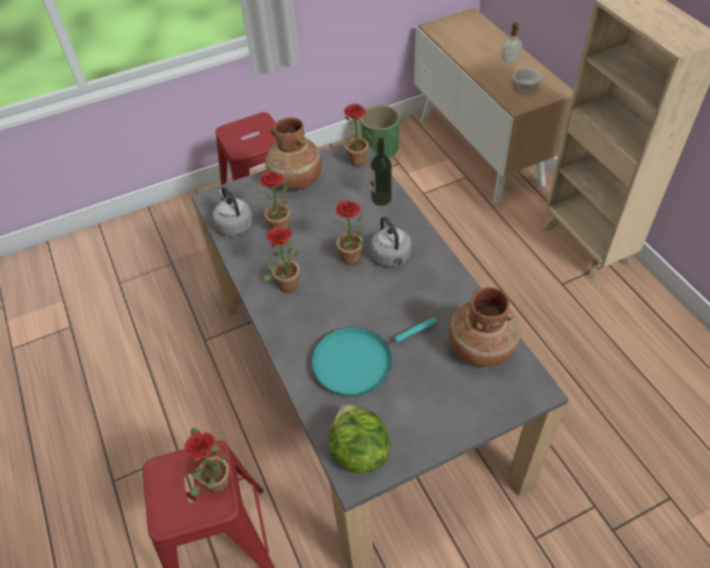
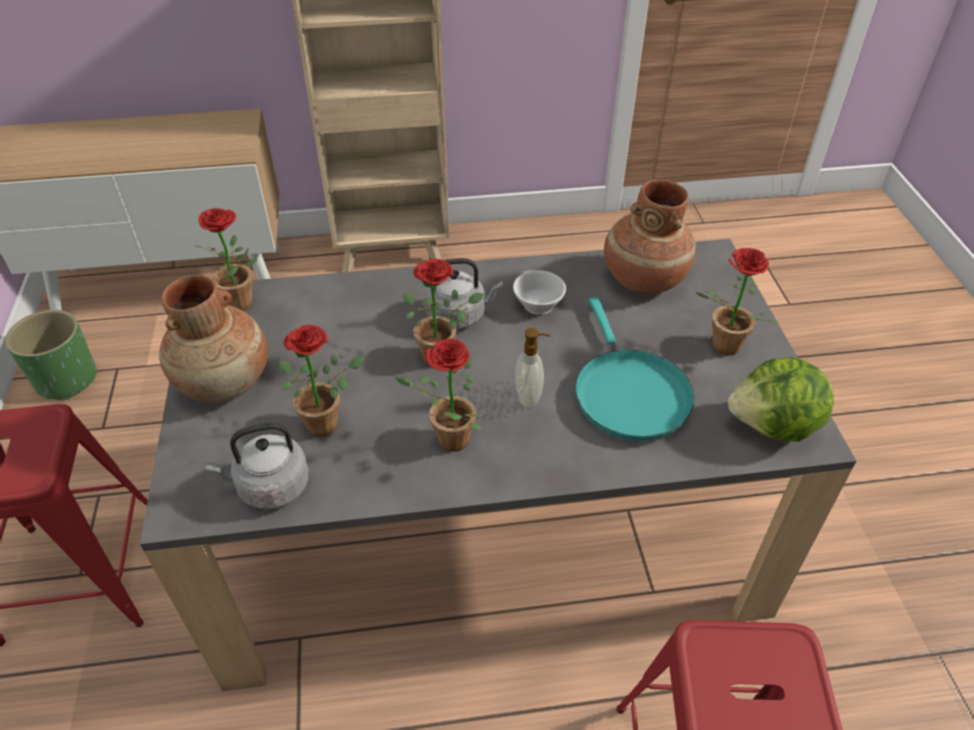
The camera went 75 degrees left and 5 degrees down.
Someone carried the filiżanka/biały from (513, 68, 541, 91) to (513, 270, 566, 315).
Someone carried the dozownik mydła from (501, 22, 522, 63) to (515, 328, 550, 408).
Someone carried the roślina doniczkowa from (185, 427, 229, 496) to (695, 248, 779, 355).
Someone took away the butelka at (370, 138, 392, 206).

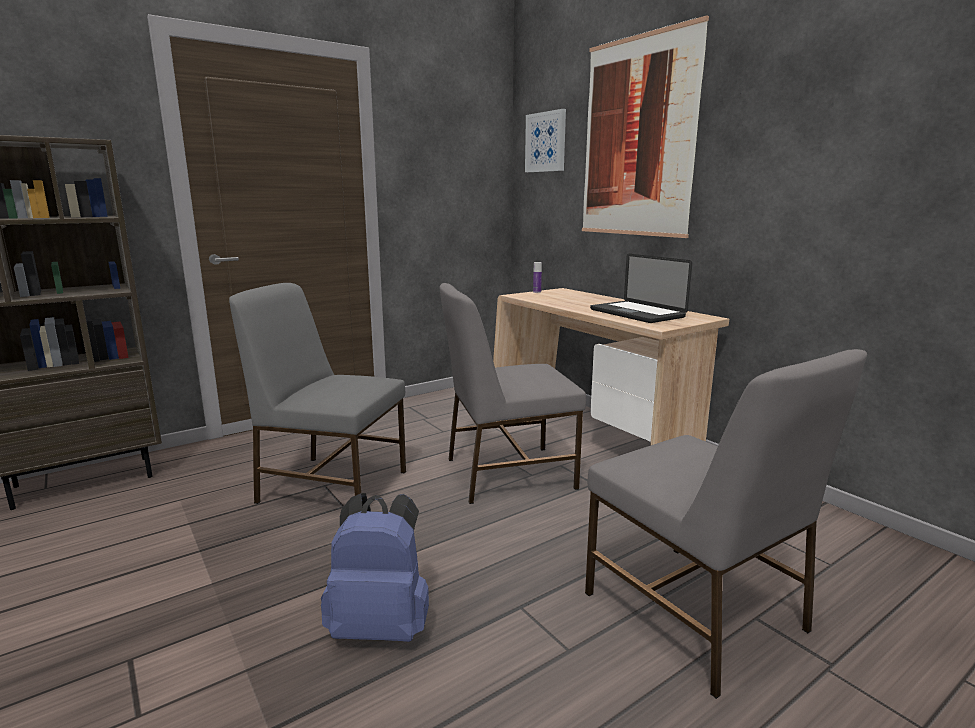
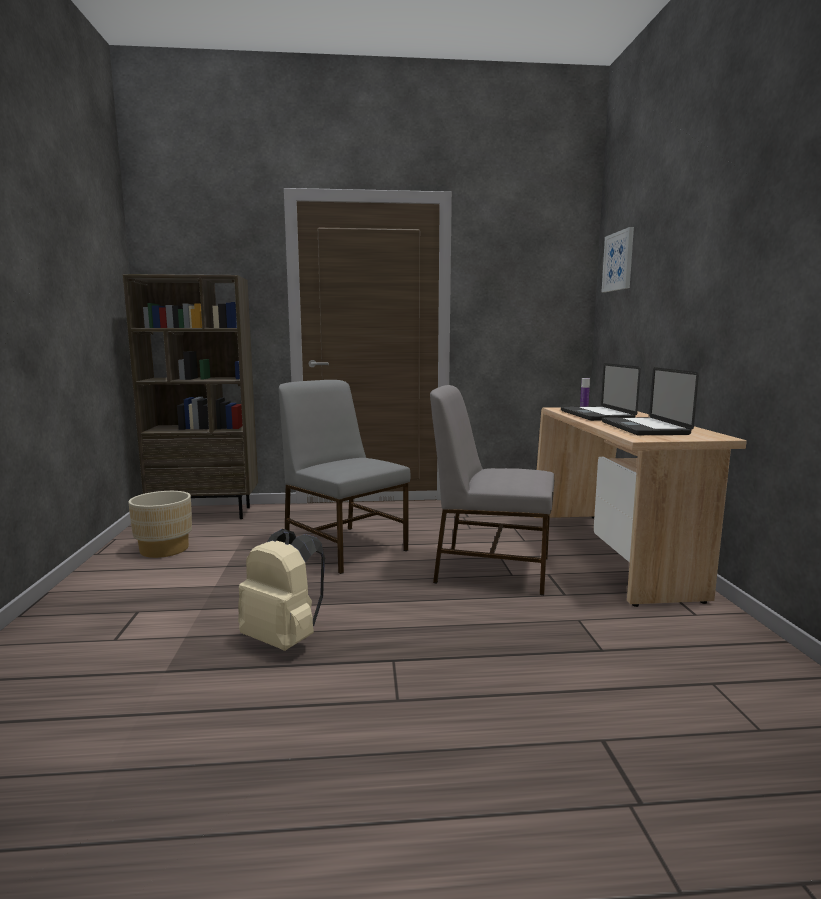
The camera went 30 degrees right and 5 degrees down.
Someone put down the donica/beżowy at (128, 491, 192, 558).
Someone repainted the plecak/niebieski at (321, 493, 429, 642), which became the plecak/beżowy at (238, 529, 325, 651).
Someone put down the laptop at (561, 363, 641, 421).
Someone took away the obraz at (582, 15, 709, 238).
Someone took away the krzesło/szary at (585, 349, 867, 699).

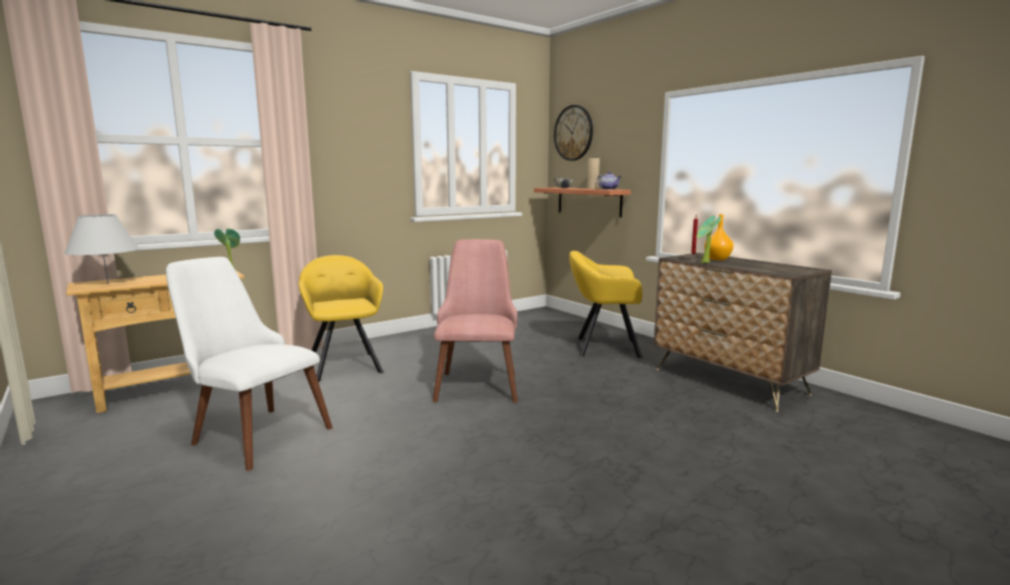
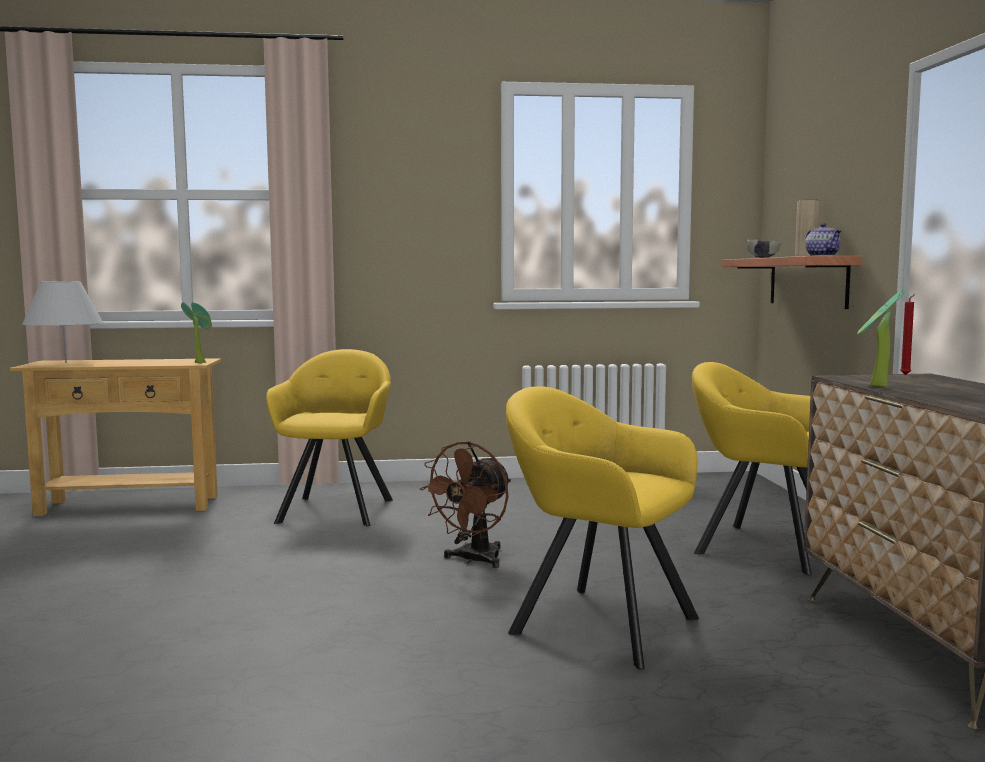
The camera went 30 degrees right and 5 degrees down.
Someone swapped the krzesło/różowy at (433, 239, 518, 403) for the wentylator/brązowy at (420, 441, 511, 568).
Someone put down the fotel/żółty at (506, 386, 699, 670).
Someone took away the krzesło/biały at (166, 257, 333, 471).
Someone took away the zegar ścienny at (554, 105, 593, 161).
Someone took away the wazon/pomarańczowy at (704, 214, 734, 260).

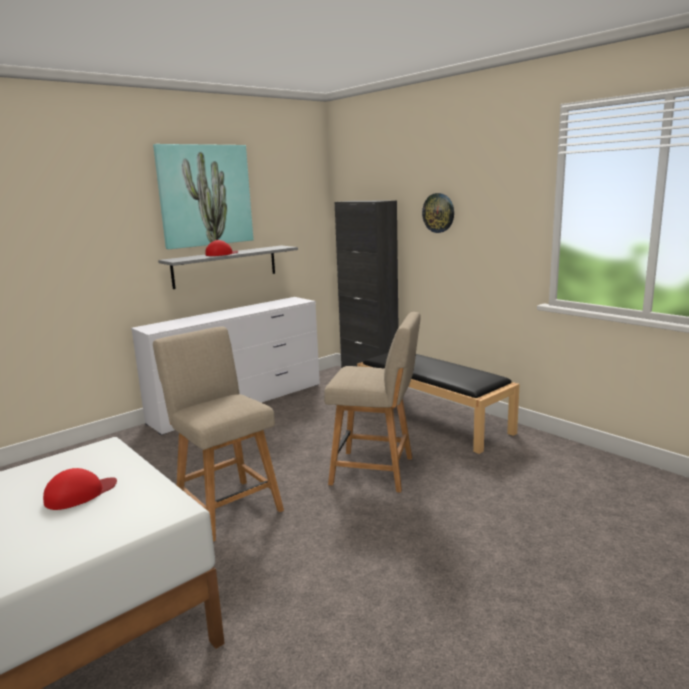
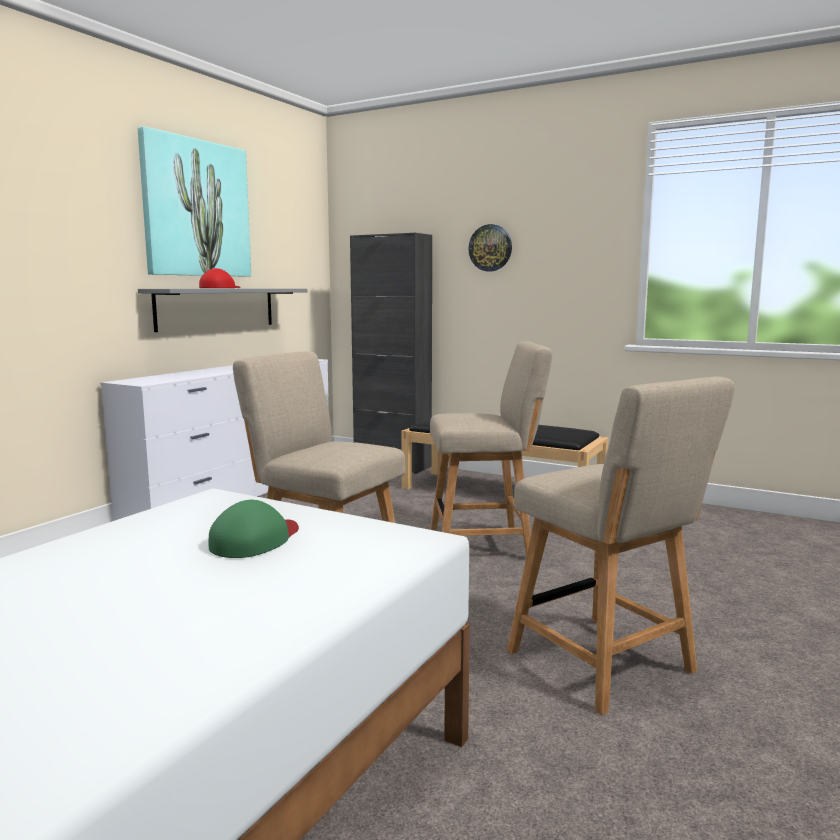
The camera went 20 degrees left and 5 degrees down.
Someone repainted the czapka z daszkiem/czerwony at (43, 468, 117, 510), which became the czapka z daszkiem/zielony at (209, 500, 299, 558).
Someone put down the krzesło/beżowy at (507, 377, 735, 715).

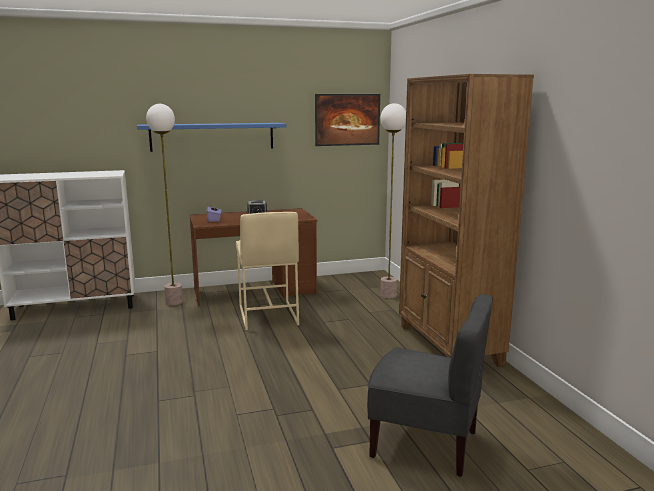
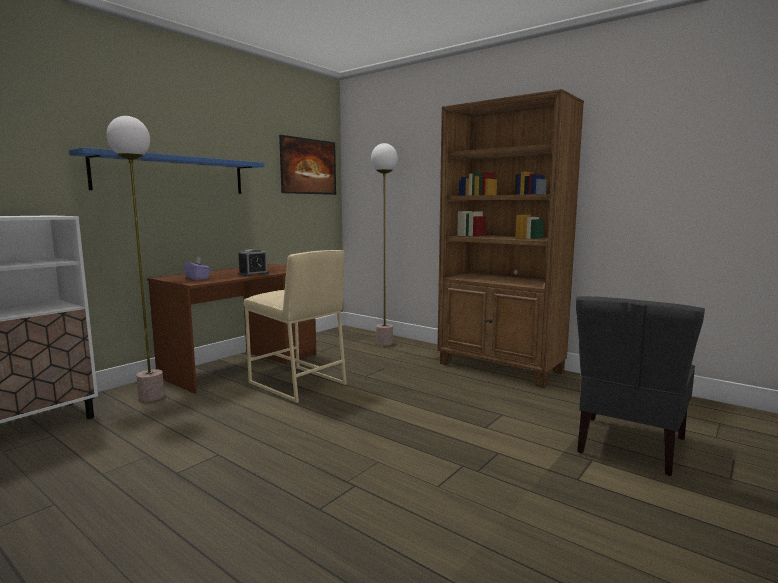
The camera went 35 degrees left and 5 degrees down.
Someone rotated the krzesło/szary at (367, 294, 493, 477) by 135 degrees clockwise.

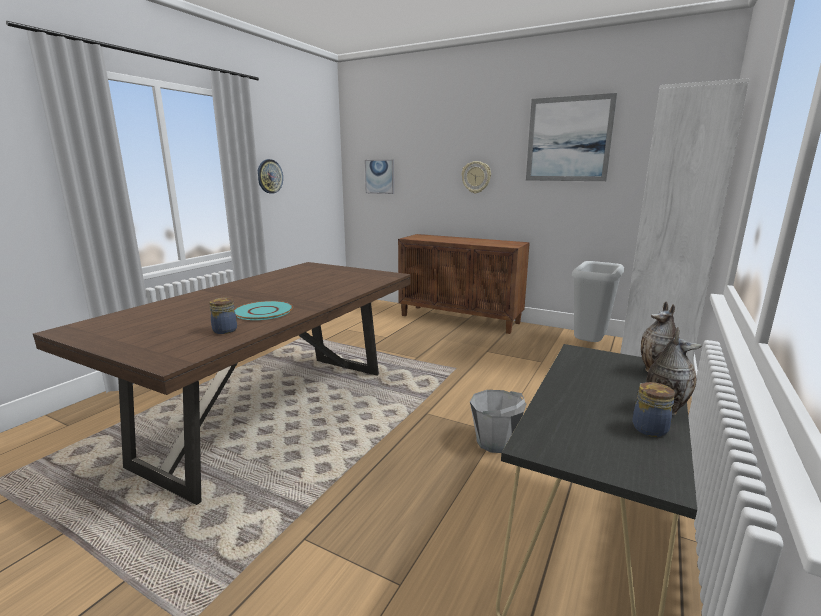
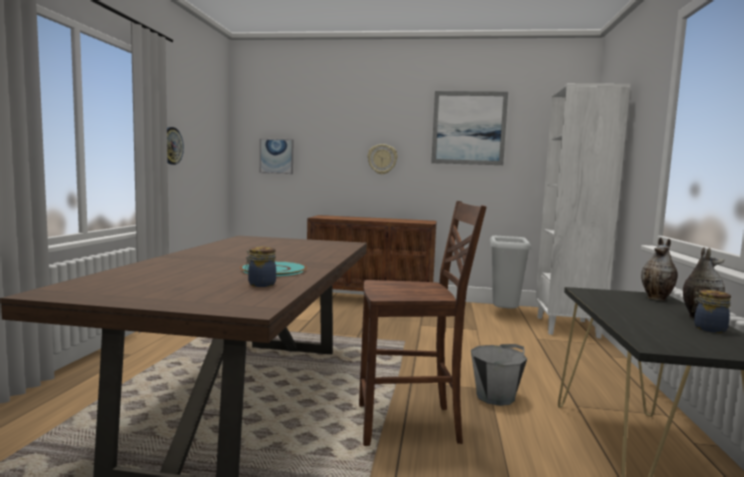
The camera went 20 degrees left and 10 degrees down.
Someone put down the krzesło/brązowy at (359, 201, 486, 446).

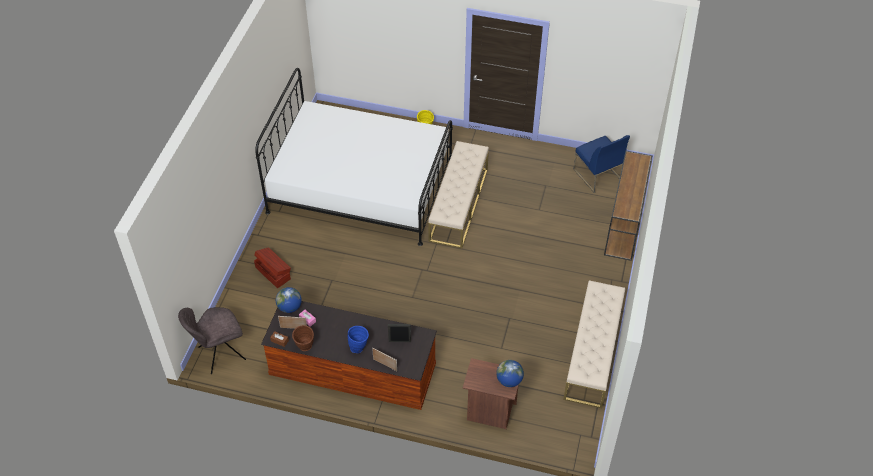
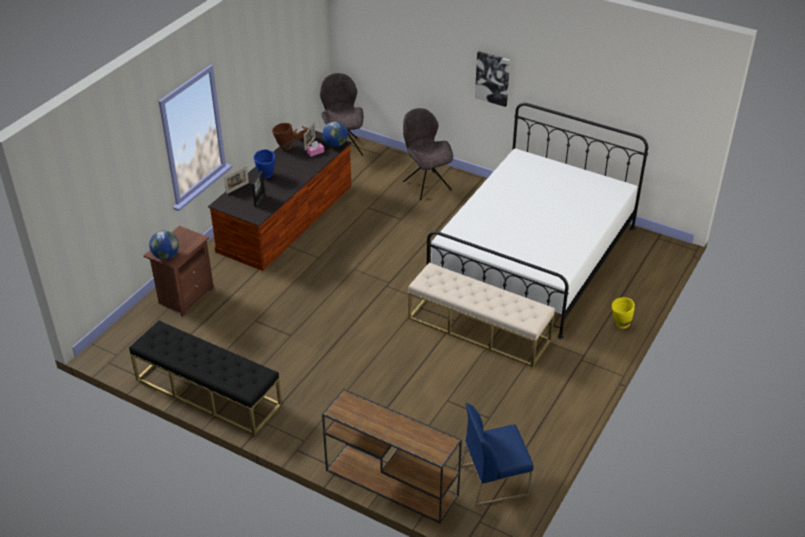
The camera went 105 degrees right and 10 degrees down.
Someone repainted the ławka/beżowy at (563, 280, 625, 408), which became the ławka/czarny at (129, 321, 282, 436).
Someone swapped the pojemnik do przechowywania/brązowy at (254, 247, 291, 288) for the krzesło/szary at (403, 108, 453, 200).
Someone put up the obraz at (475, 51, 510, 107).

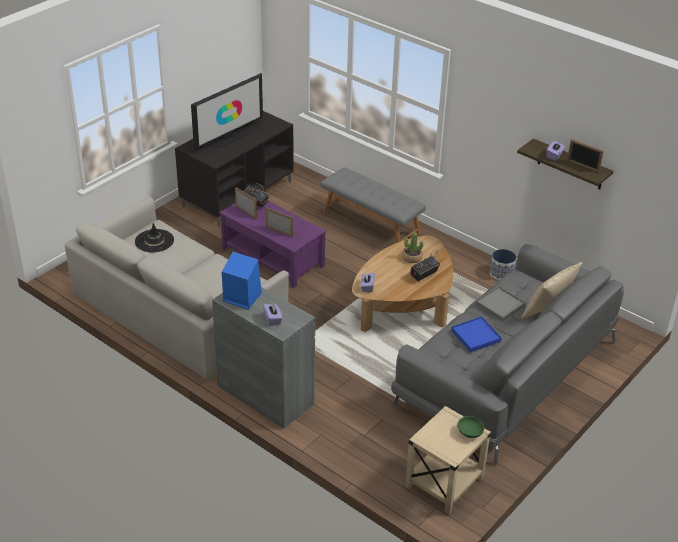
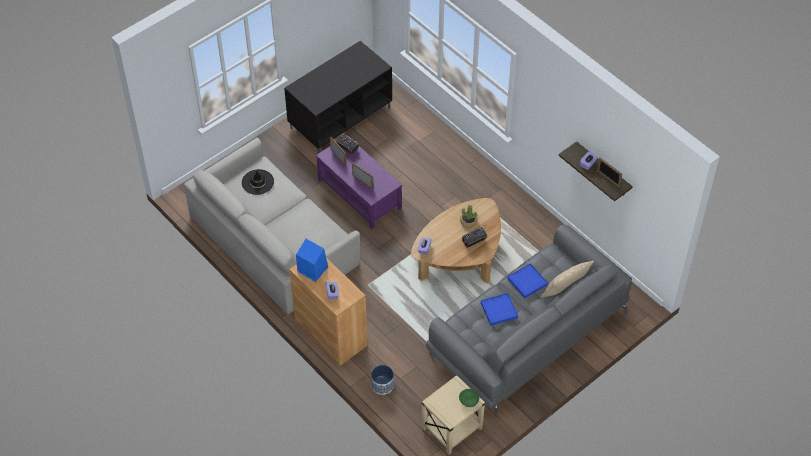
The camera went 10 degrees right and 15 degrees up.
Someone repainted the szafka/szary at (212, 287, 315, 428), which became the szafka/brązowy at (289, 258, 367, 366).
Someone carried the donica from (490, 249, 517, 280) to (371, 365, 394, 395).
Someone repainted the taca/szary at (476, 286, 525, 322), which became the taca/niebieski at (507, 263, 548, 298).
Someone took away the telewizor at (191, 73, 263, 150).
Someone took away the ławka/szary at (321, 167, 426, 243).

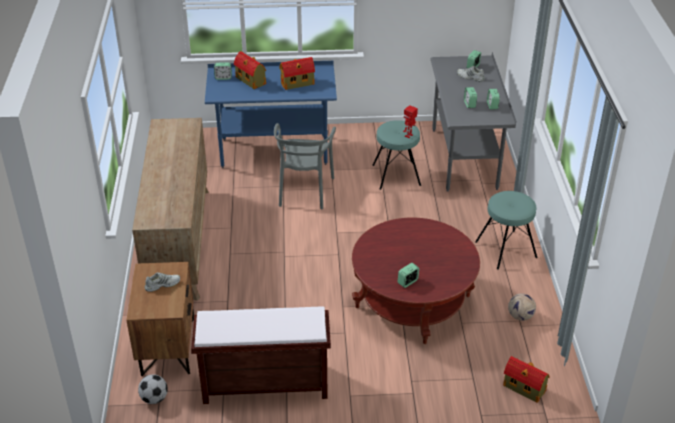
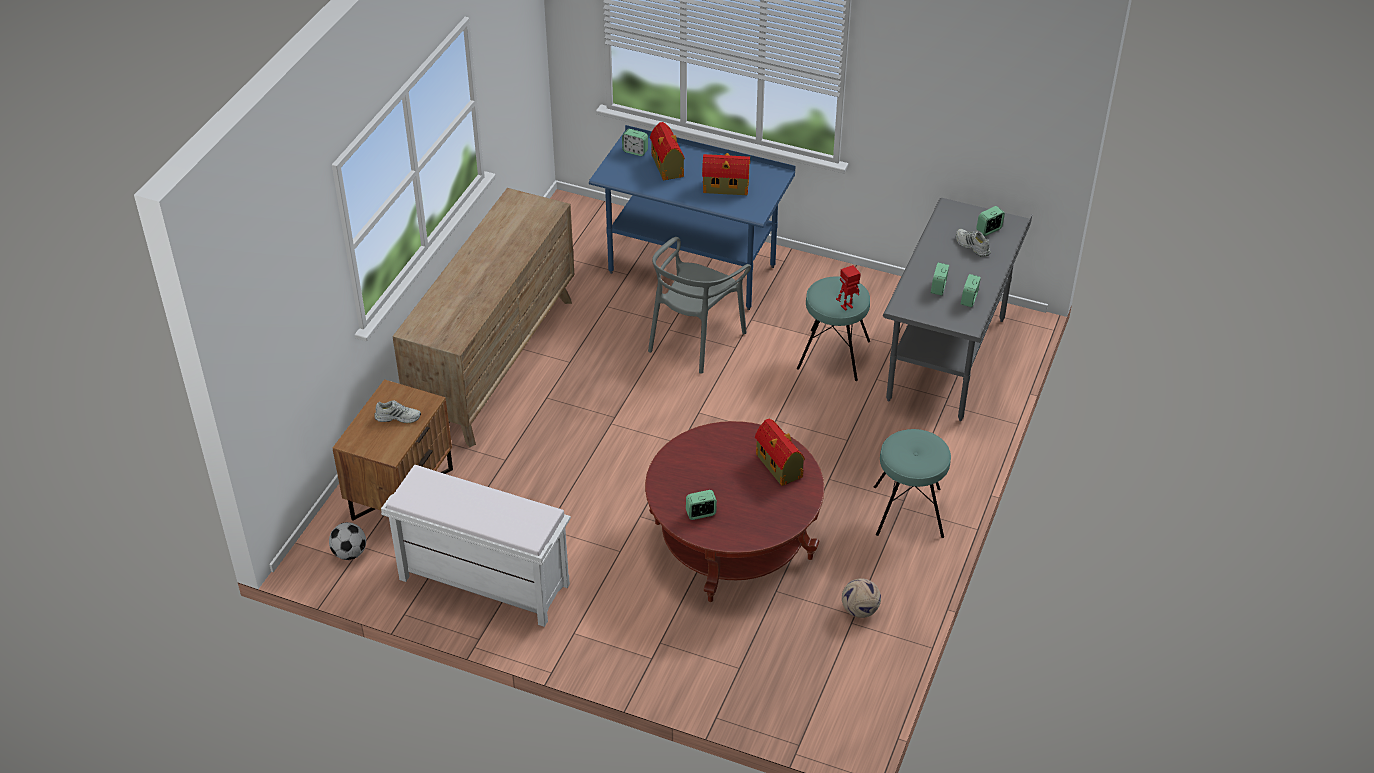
The camera went 25 degrees right and 5 degrees up.
Someone repainted the ławka/brązowy at (191, 306, 331, 404), which became the ławka/biały at (381, 465, 571, 627).
Someone carried the domek from (503, 356, 550, 403) to (755, 418, 805, 486).

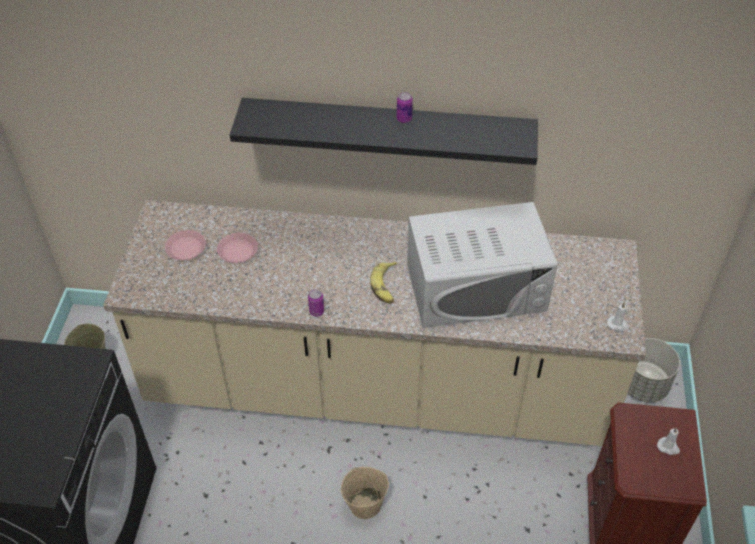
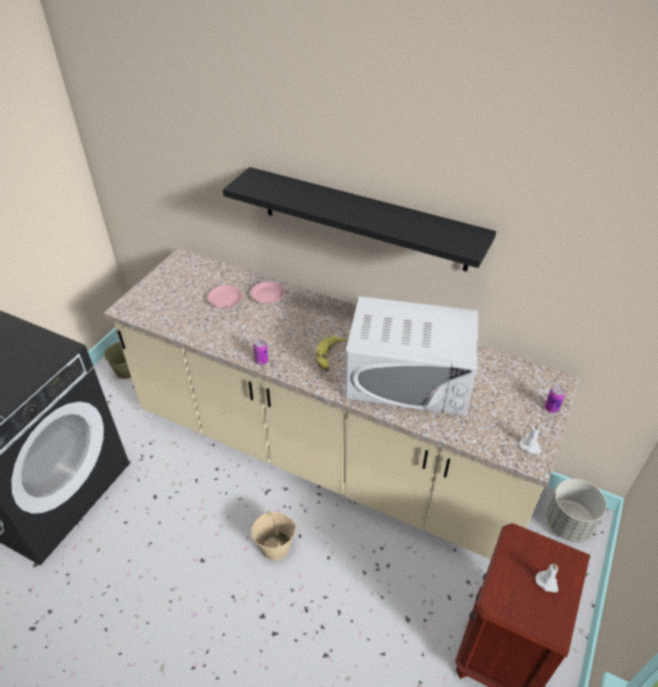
The camera went 20 degrees right and 5 degrees down.
Someone carried the talerz/różowy from (165, 230, 206, 260) to (250, 281, 285, 304).
Someone carried the puszka from (397, 92, 413, 123) to (545, 386, 565, 413).

